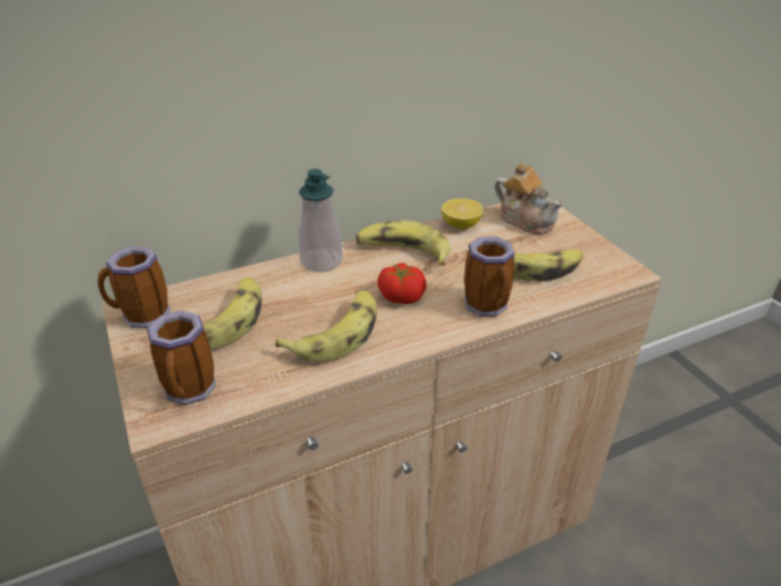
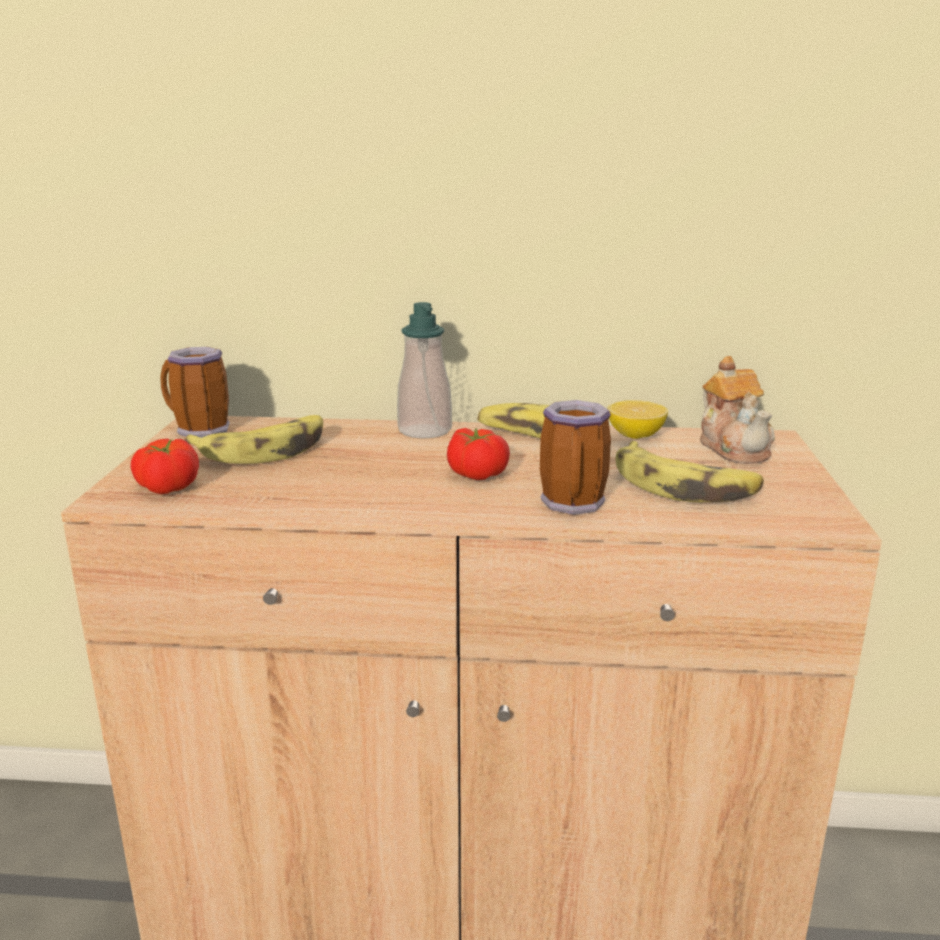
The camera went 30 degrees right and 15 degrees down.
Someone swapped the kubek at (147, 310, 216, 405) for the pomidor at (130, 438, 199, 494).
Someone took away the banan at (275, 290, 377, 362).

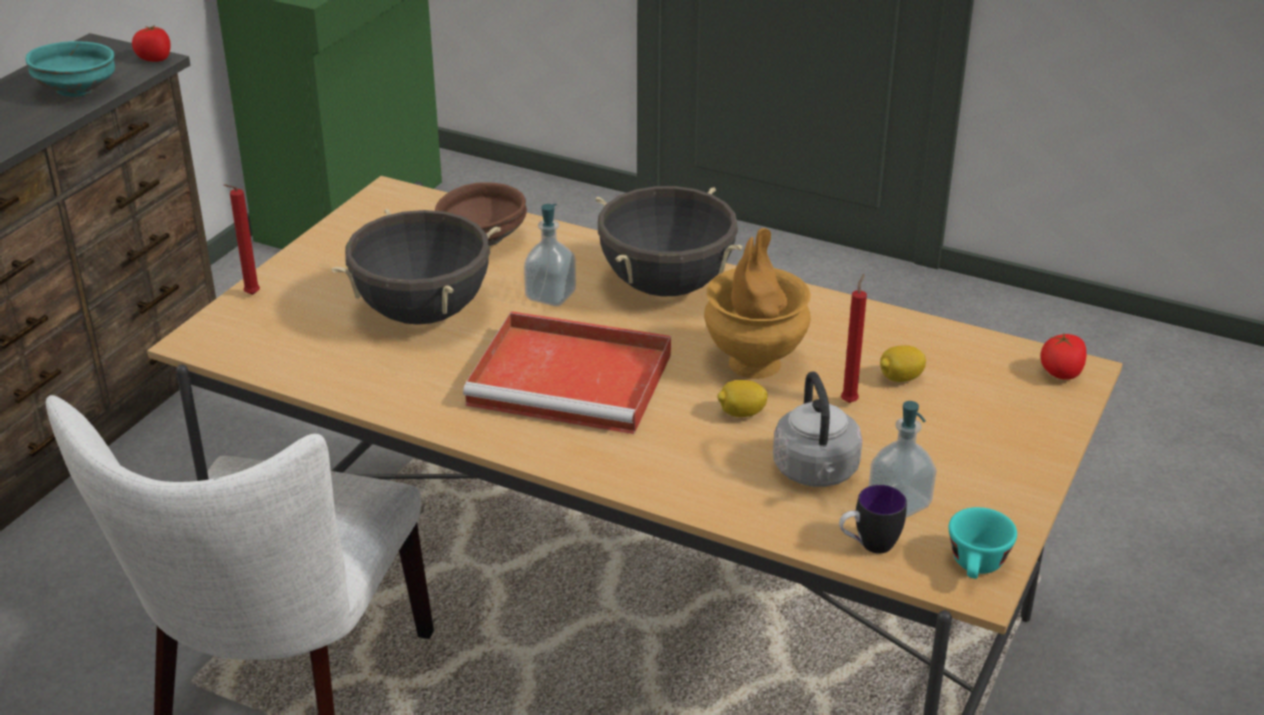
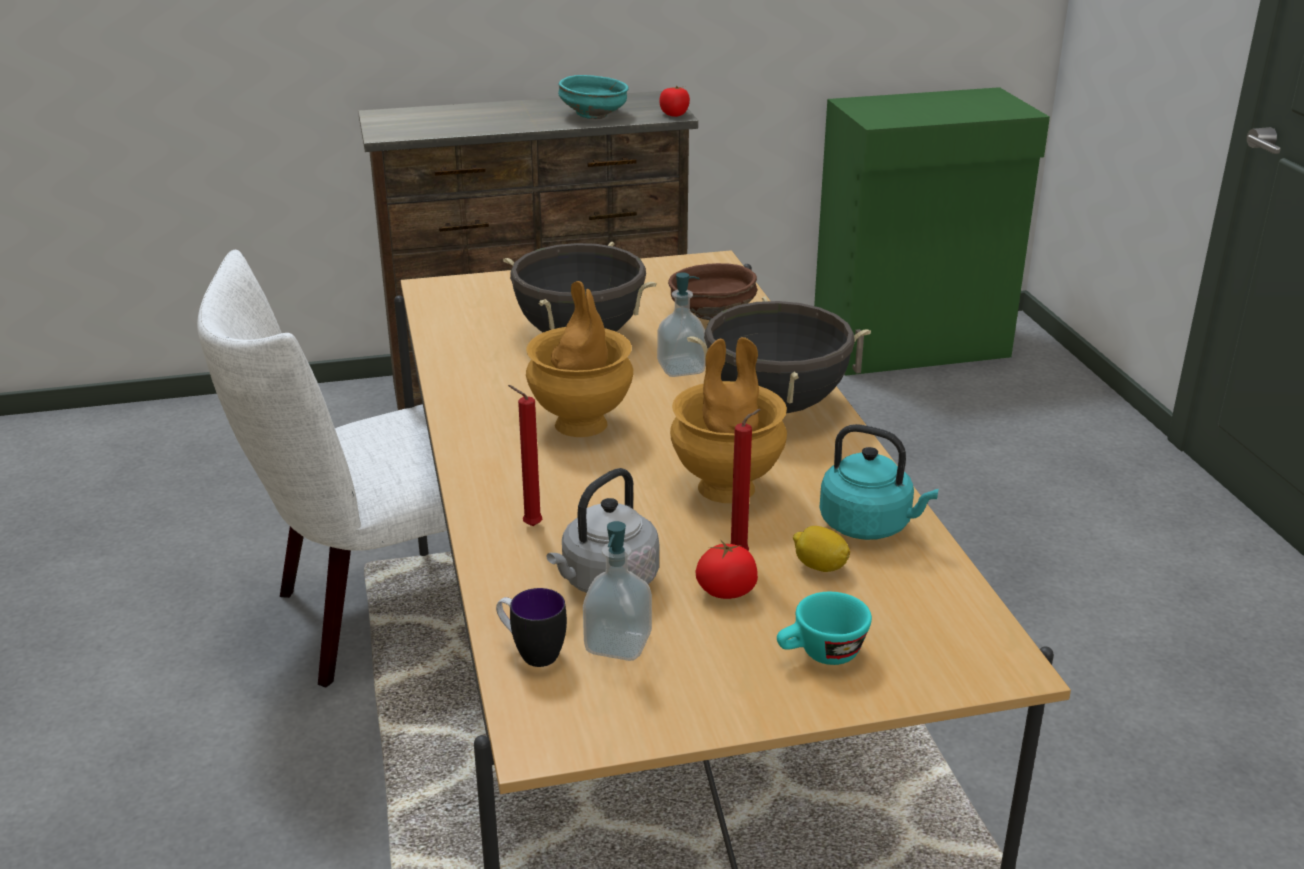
The camera went 50 degrees right and 5 degrees down.
Someone carried the świeca/czerwony from (223, 184, 260, 295) to (508, 385, 543, 526).
Someone swapped the taca/czerwony at (463, 311, 671, 434) for the wazon/brązowy at (526, 281, 633, 437).
Someone carried the pomidor from (1041, 333, 1087, 380) to (696, 540, 758, 599).
Someone carried the filiżanka/turkusowy from (949, 507, 1017, 579) to (777, 592, 872, 665).
Someone put down the czajnik/turkusowy at (820, 424, 939, 540).
Someone took away the cytryna at (717, 380, 768, 417).

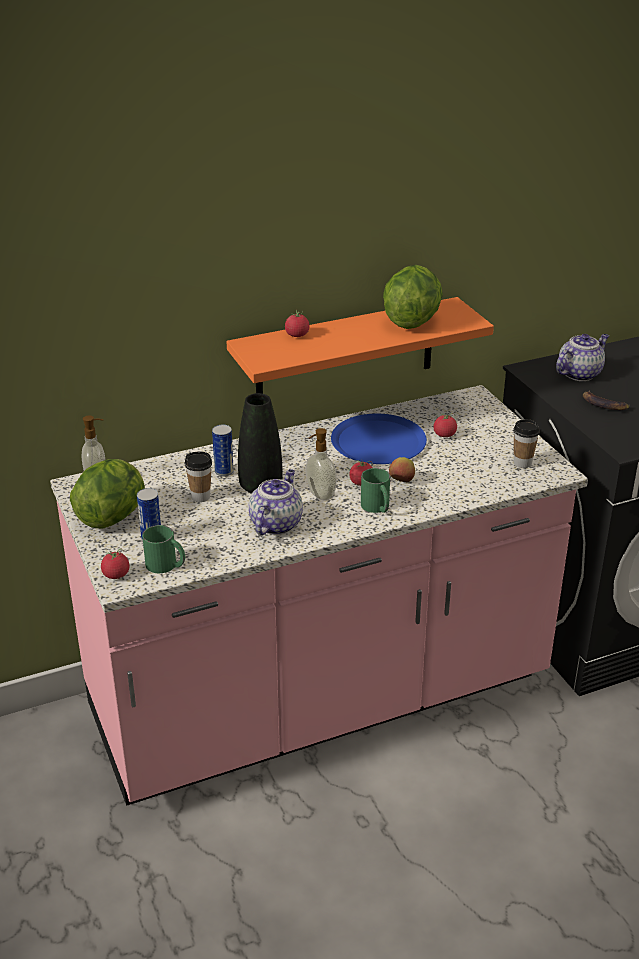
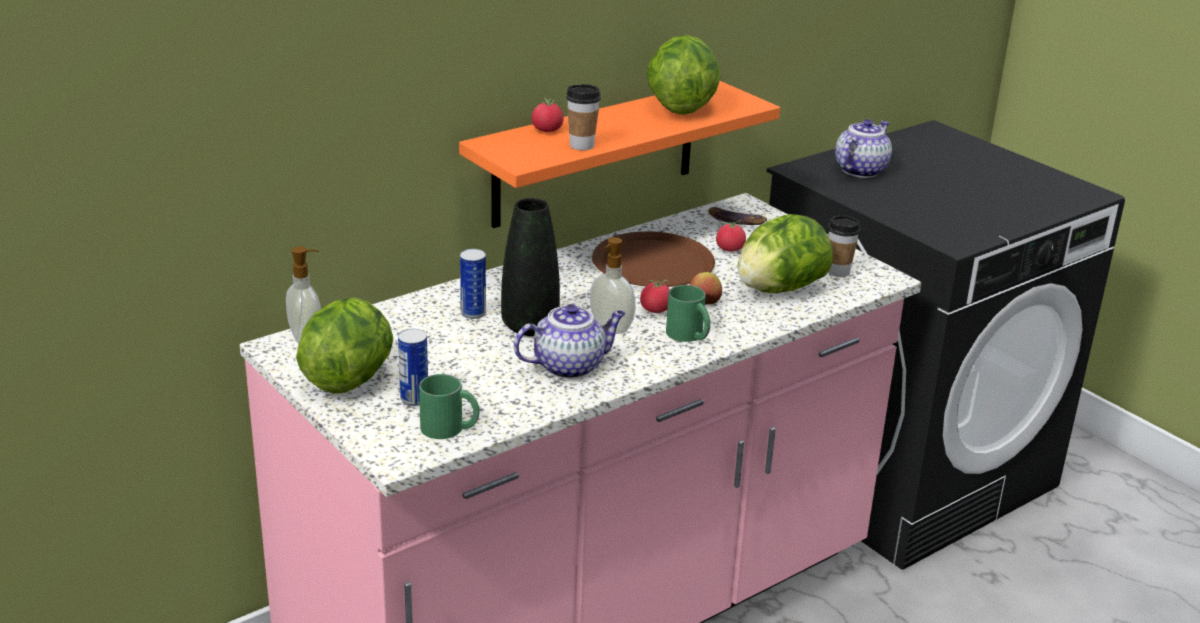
The camera went 15 degrees left and 5 degrees down.
Someone rotated the imbryk at (248, 469, 303, 535) by 60 degrees clockwise.
Someone carried the filiżanka from (185, 451, 212, 502) to (566, 84, 601, 150).
Someone repainted the talerz/niebieski at (331, 414, 427, 464), which became the talerz/brązowy at (592, 231, 715, 287).
Someone carried the banan from (583, 391, 630, 410) to (708, 207, 767, 225).
Someone put down the sałata at (738, 214, 833, 293).
Someone took away the pomidor at (101, 548, 130, 579).

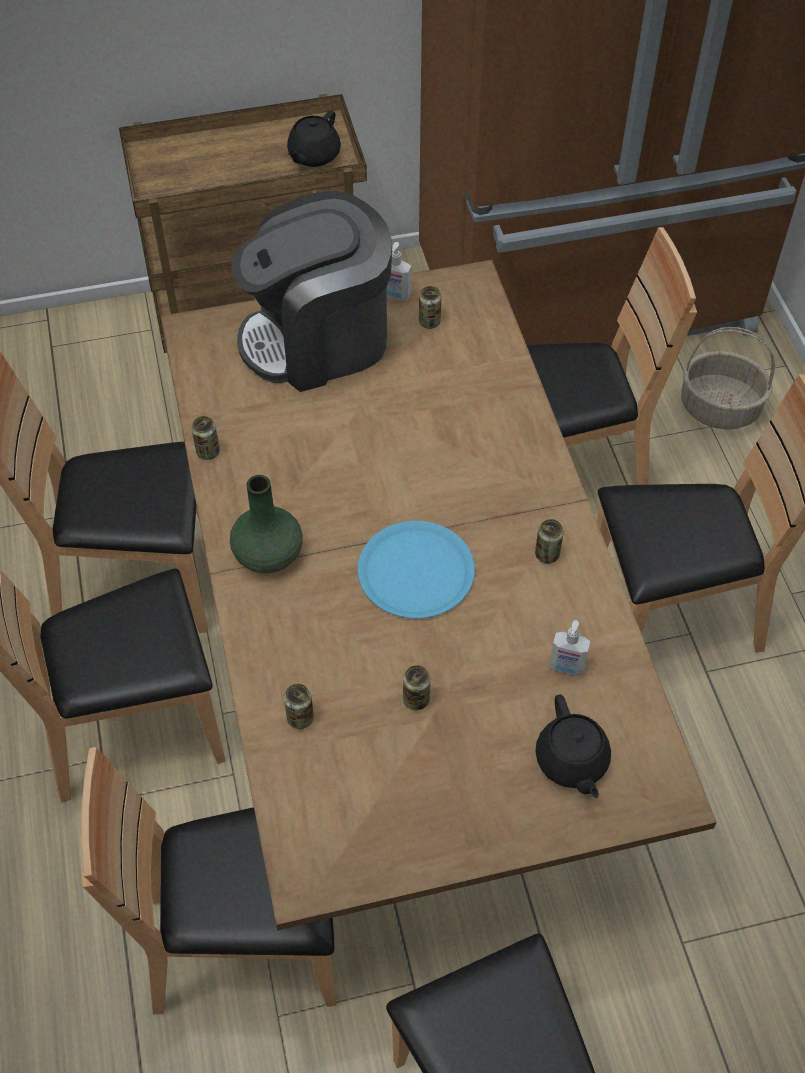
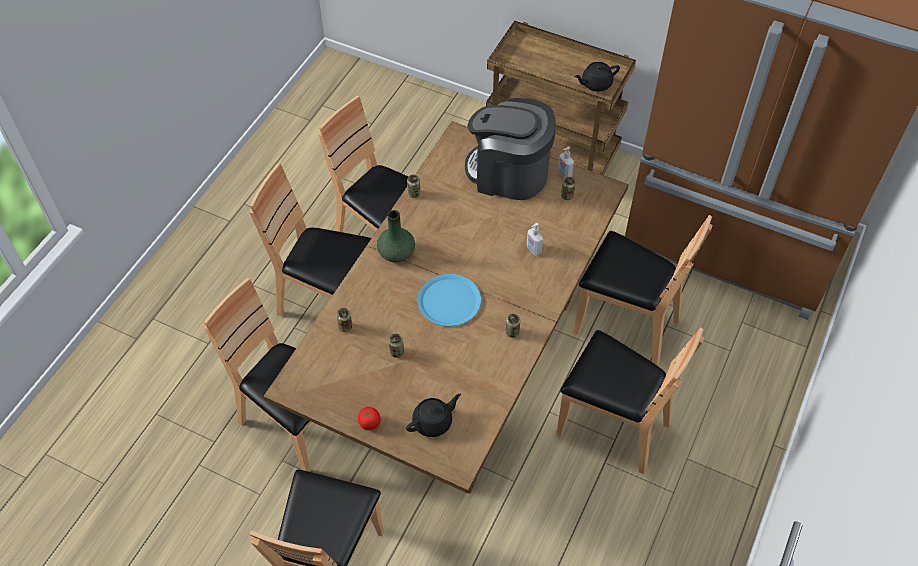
The camera went 40 degrees right and 0 degrees up.
Someone put down the pomidor at (358, 407, 381, 430).
Someone rotated the imbryk/czarny at (536, 694, 611, 798) by 150 degrees counterclockwise.
Someone carried the dozownik mydła from (549, 620, 590, 676) to (527, 223, 543, 256).
Someone took away the koszyk at (681, 327, 775, 430).

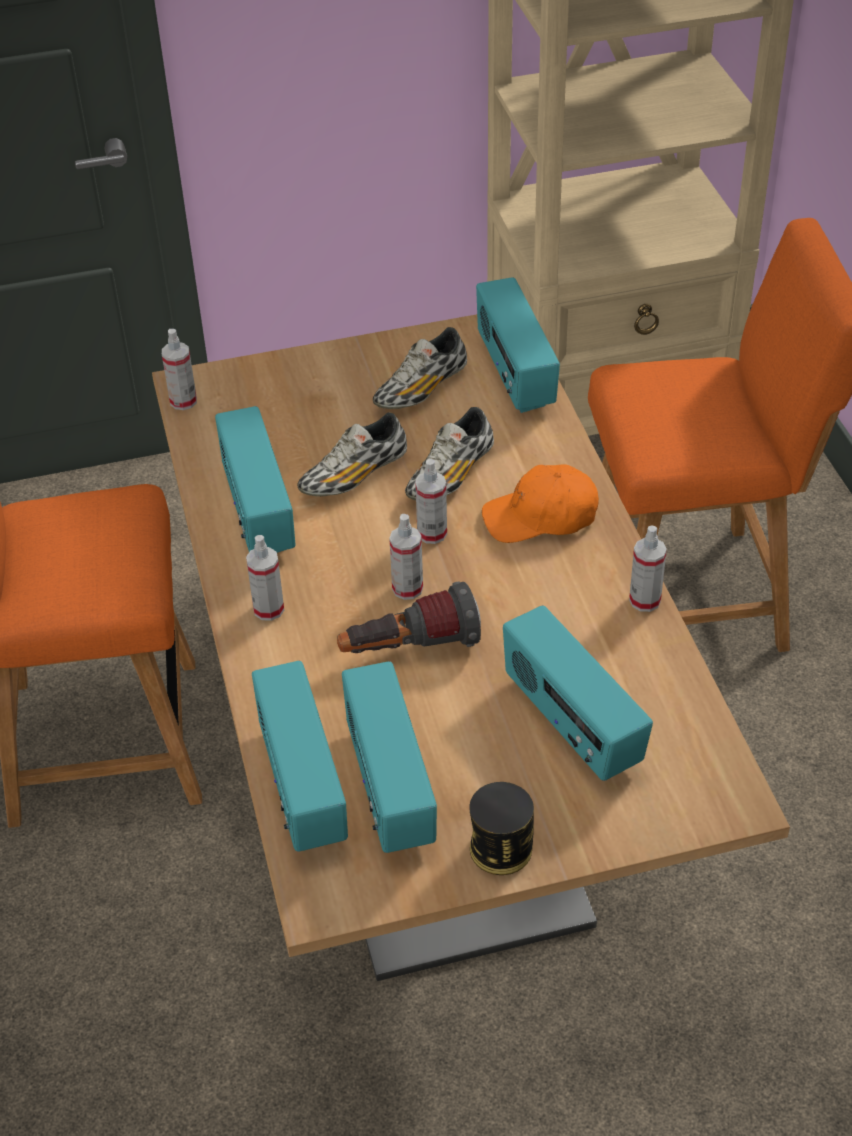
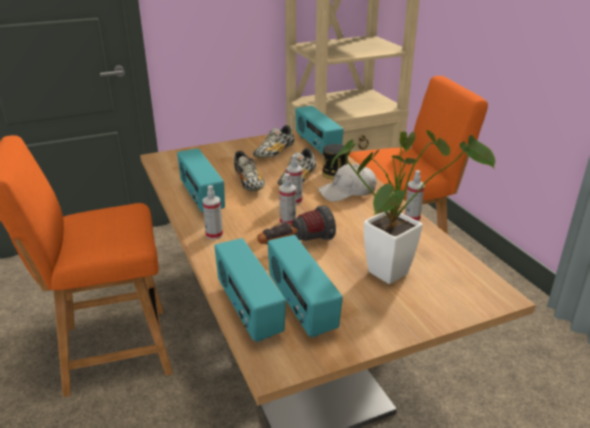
The camera went 10 degrees left and 15 degrees down.
Someone rotated the but at (297, 413, 407, 496) by 60 degrees counterclockwise.
Someone repainted the czapka z daszkiem/pomarańczowy at (482, 464, 599, 543), which became the czapka z daszkiem/biały at (318, 164, 377, 202).
Someone carried the puszka from (469, 782, 534, 875) to (322, 144, 348, 179).
Someone swapped the radio at (503, 606, 653, 781) for the roślina doniczkowa at (329, 130, 495, 284).
Someone took away the spryskiwacz at (162, 329, 197, 410).

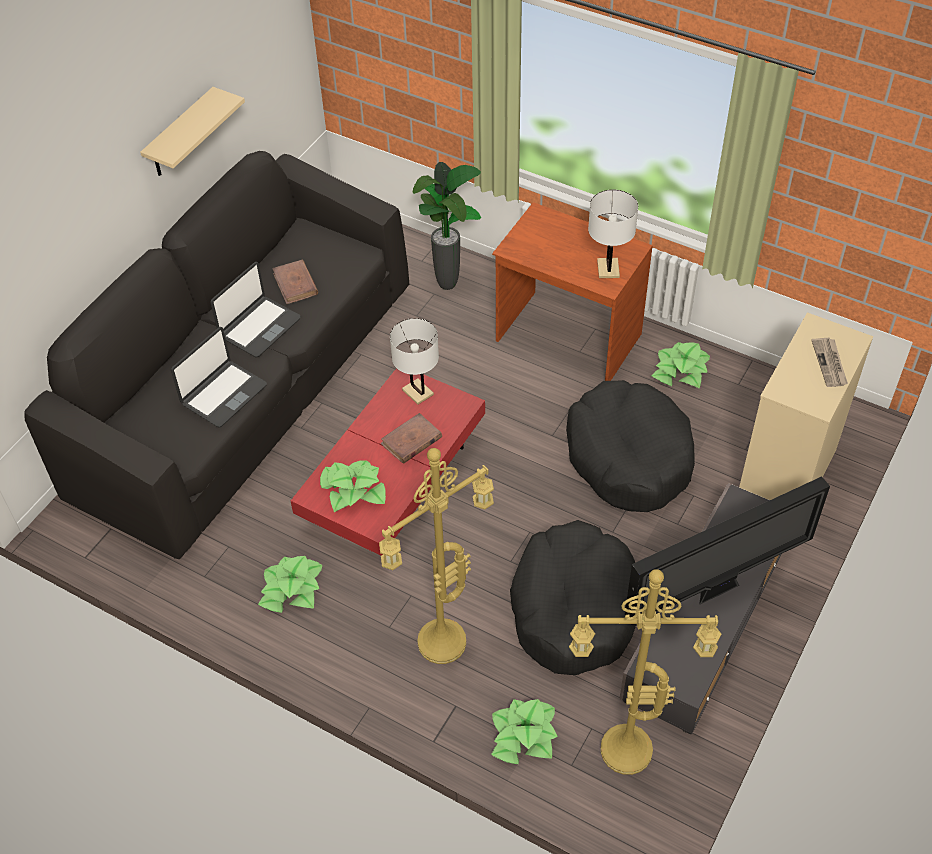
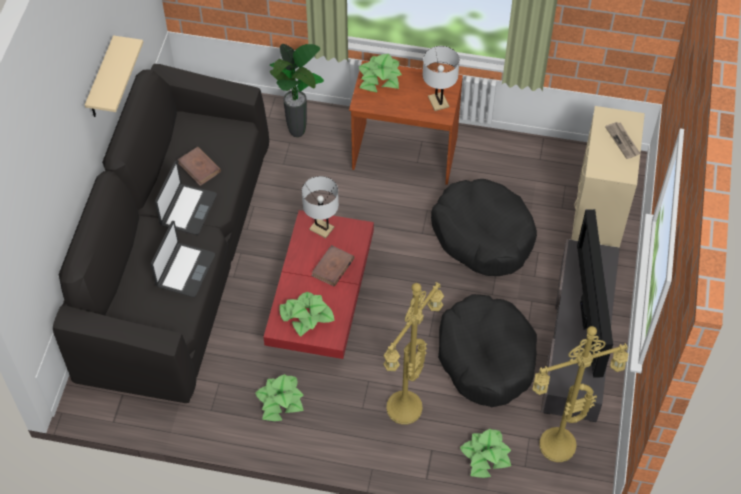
The camera went 20 degrees left and 5 degrees up.
Someone carried the roślina doniczkowa from (652, 342, 710, 389) to (359, 54, 402, 92).
Someone rotated the telewizor at (625, 476, 830, 625) by 135 degrees clockwise.

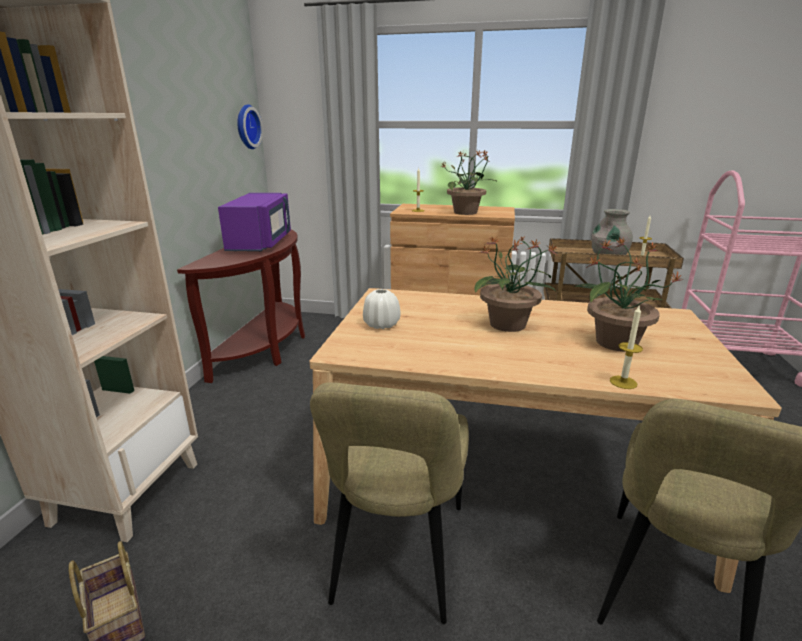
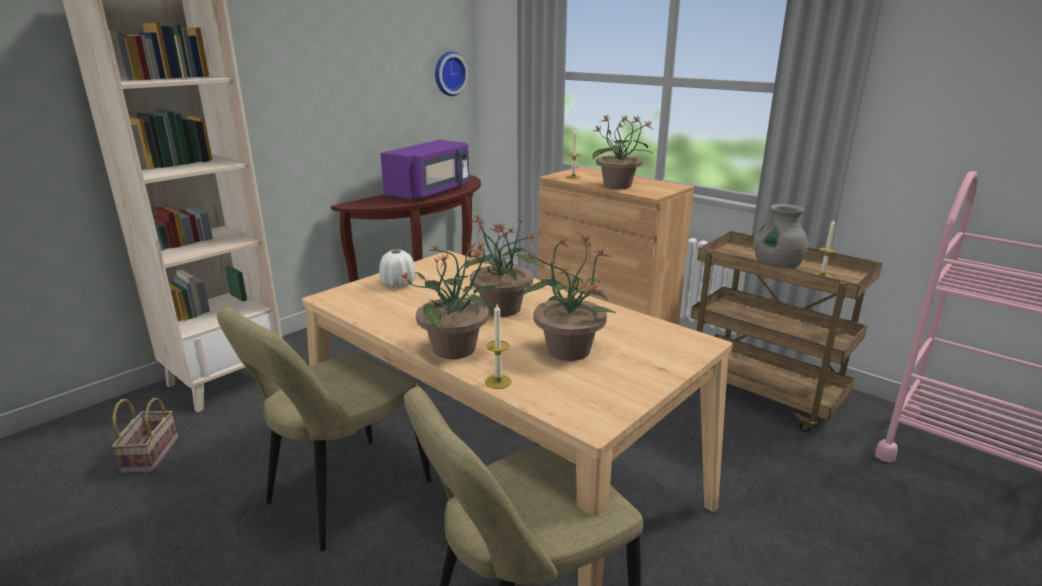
The camera went 30 degrees right and 0 degrees up.
Someone put down the roślina doniczkowa at (400, 241, 501, 359).

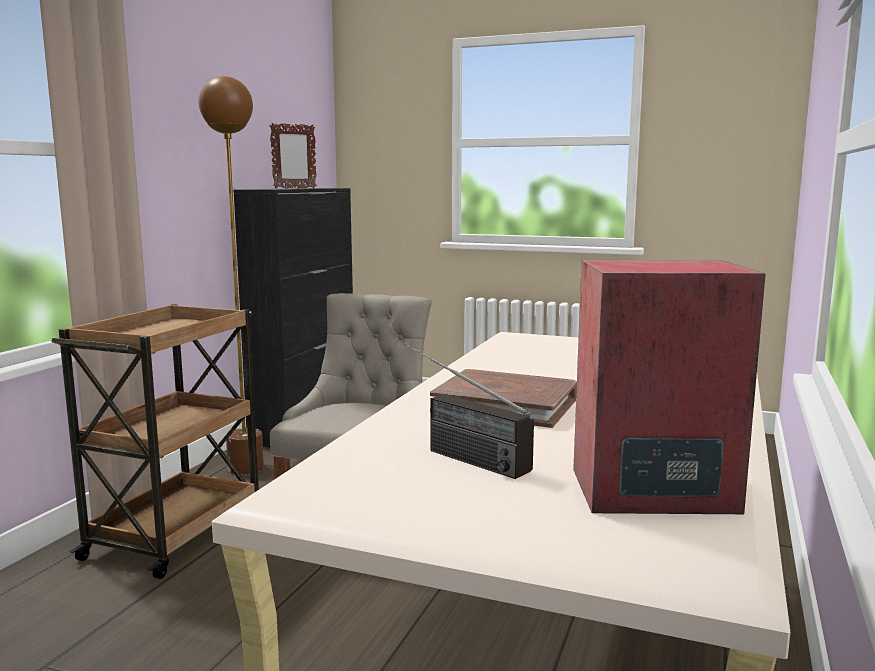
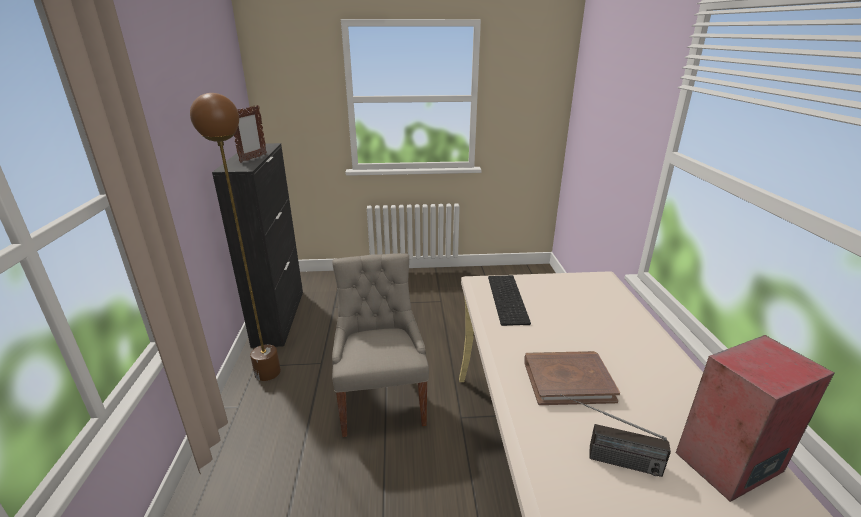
The camera went 25 degrees left and 15 degrees up.
Someone put down the klawiatura at (488, 275, 531, 326).
Someone took away the wózek/brązowy at (51, 304, 259, 579).

